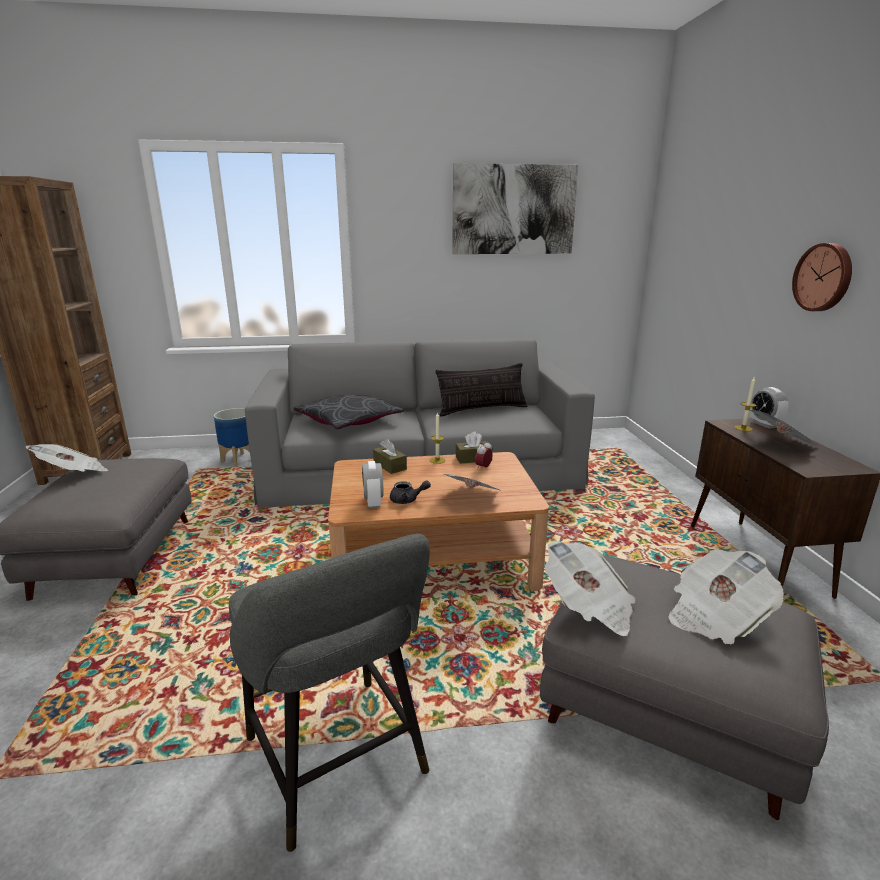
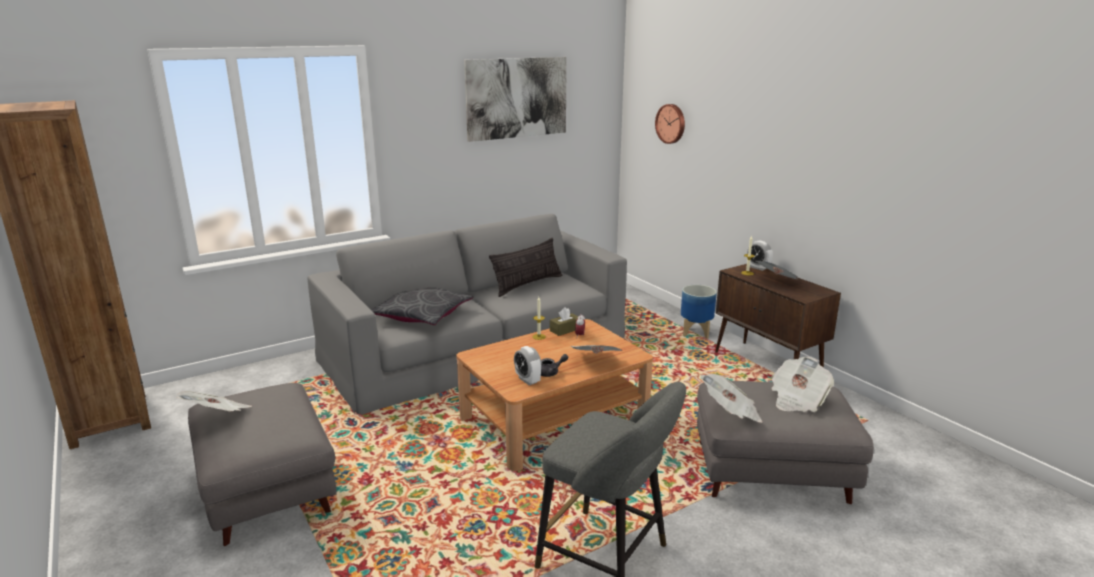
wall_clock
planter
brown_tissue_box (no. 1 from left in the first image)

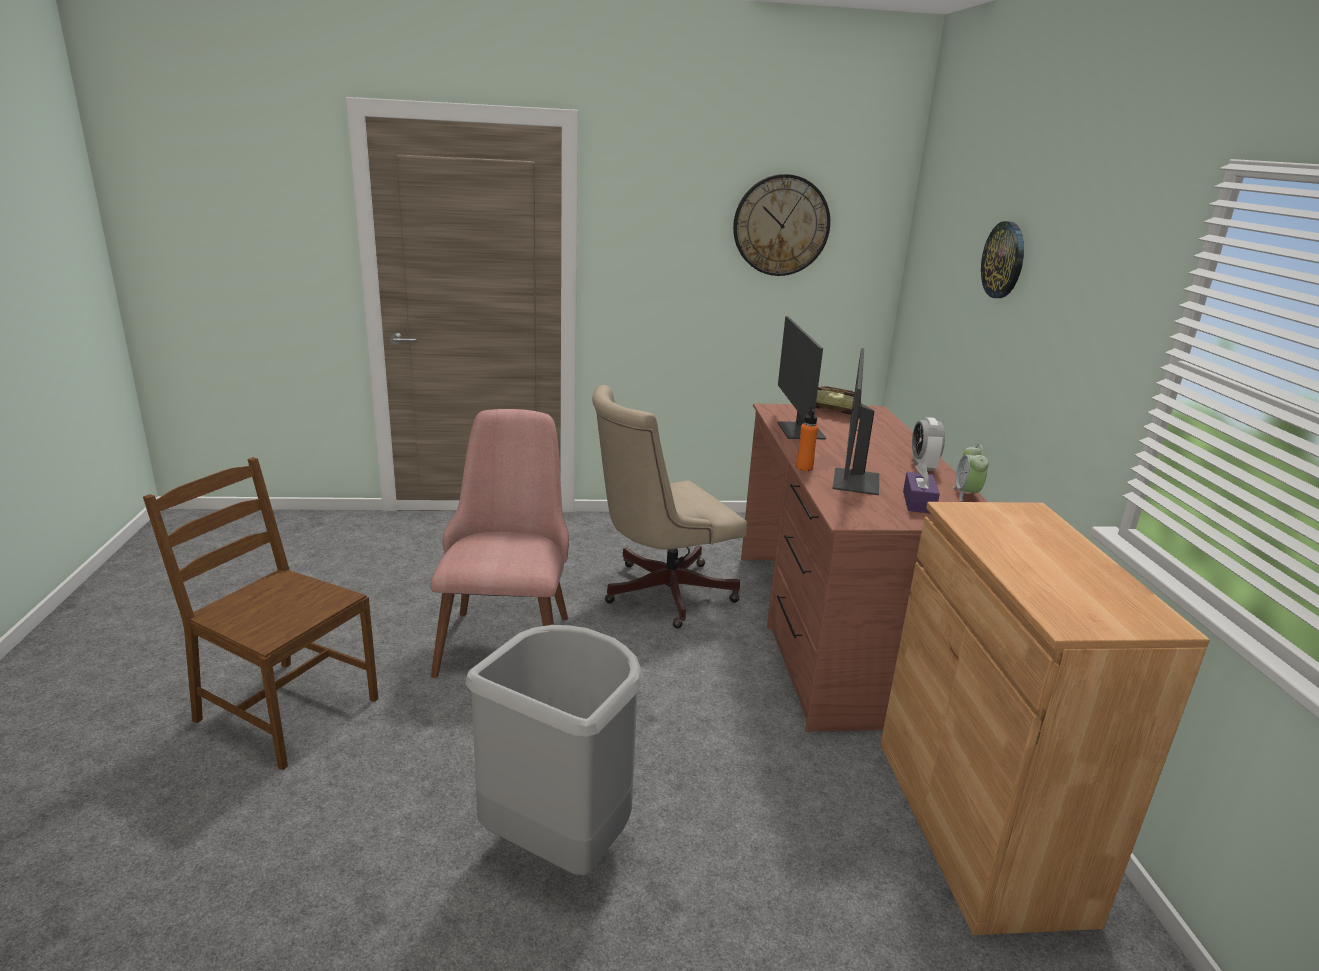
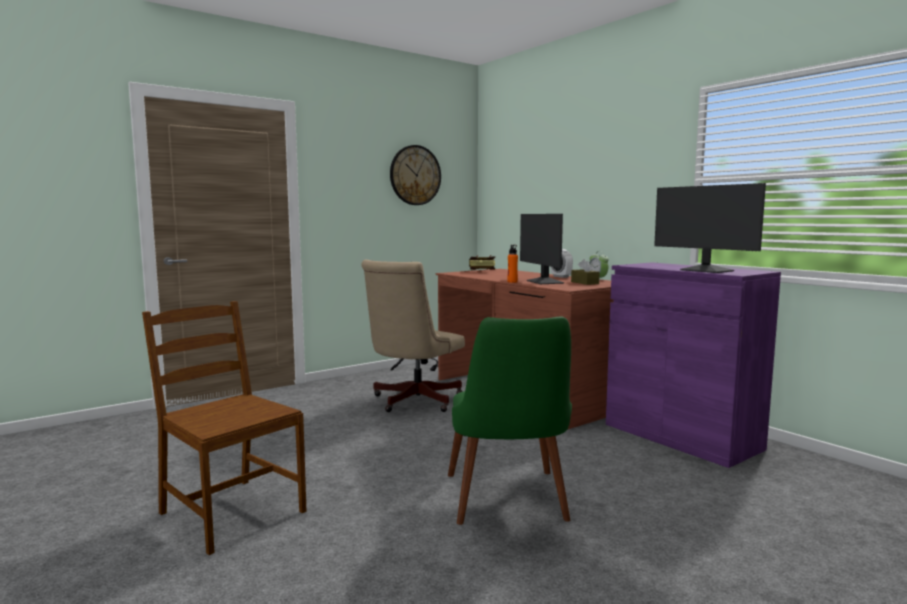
wall_clock (no. 2 from left in the first image)
monitor (no. 2 from left)
pinkish_chair
brown_chair
brown_tissue_box
purple_cabinet
greenish_chair

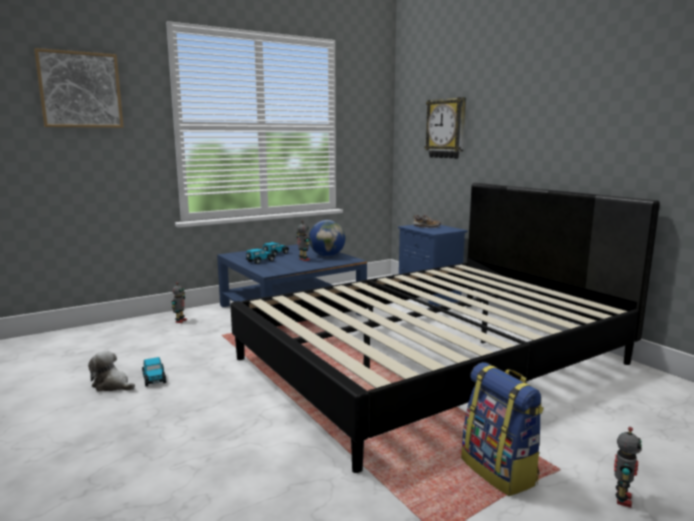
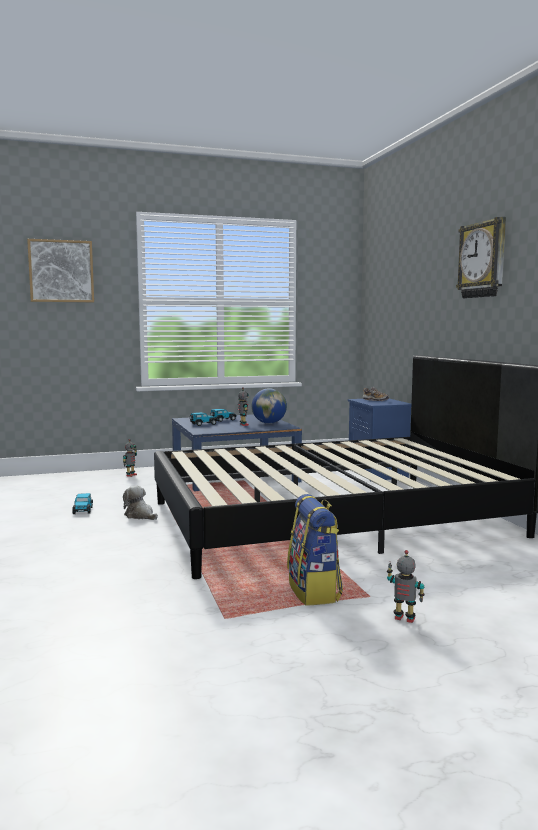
wall_clock
cuddly_toy
model_robot (no. 3 from left)

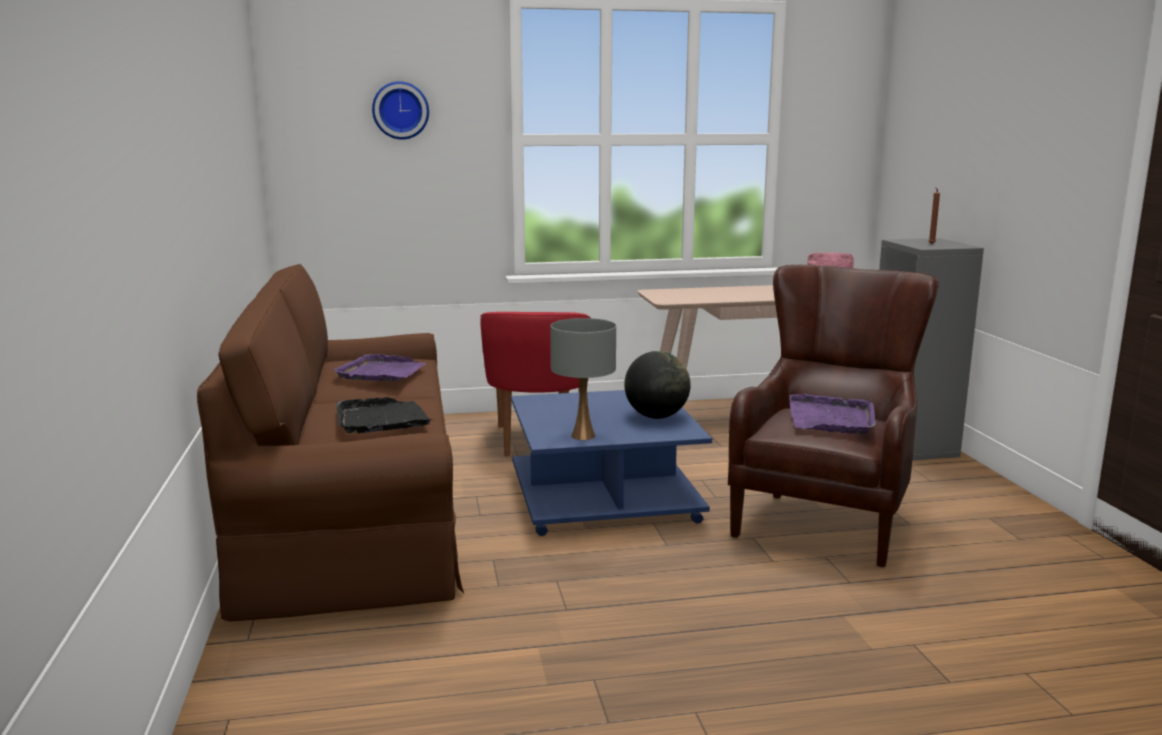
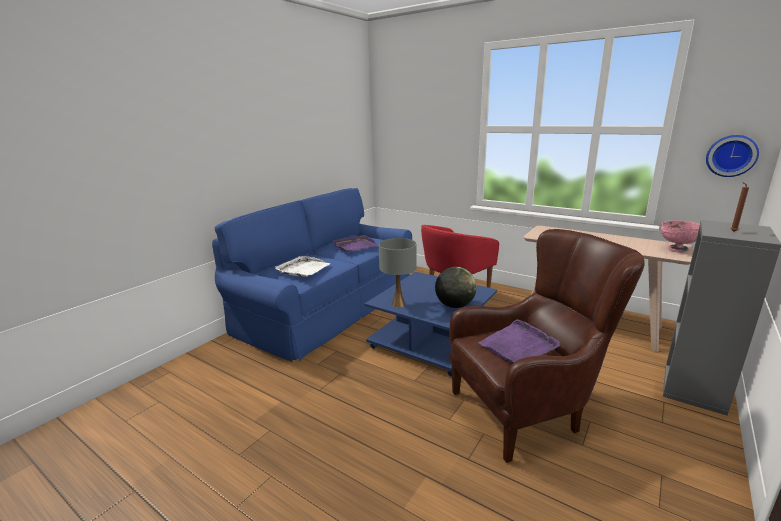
wall_clock
blue_settee
white_tray

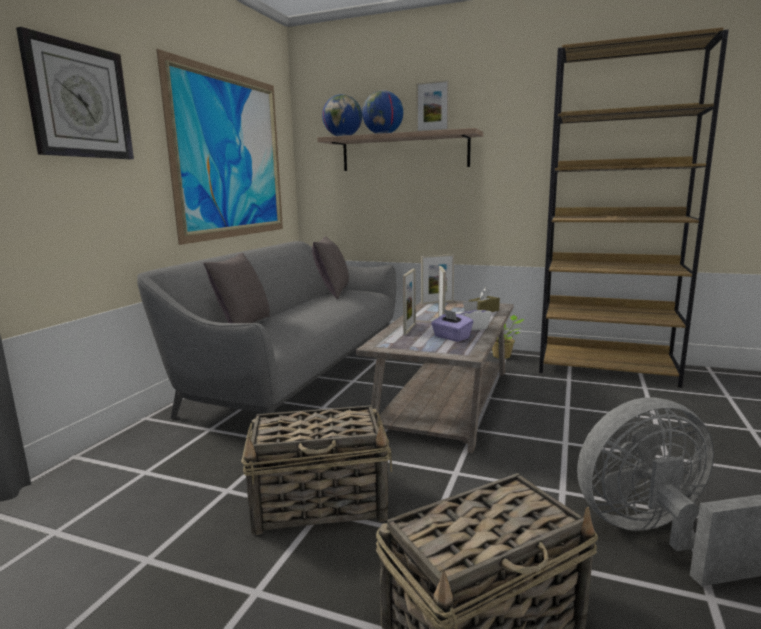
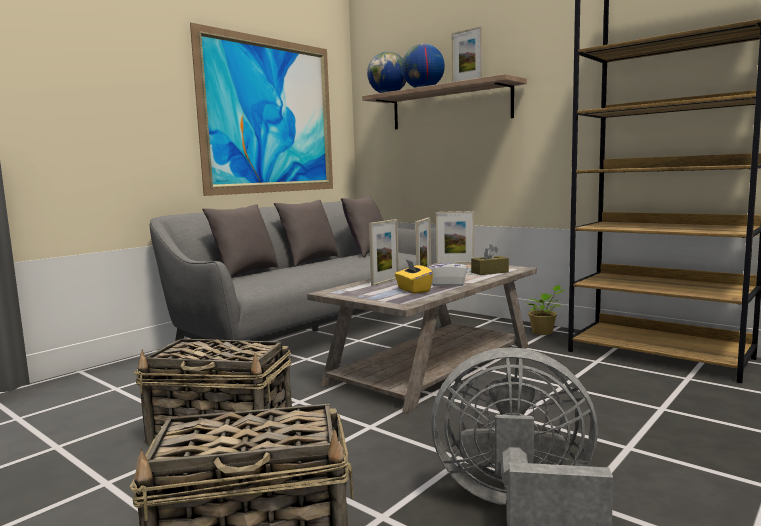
wall_clock
yellow_tissue_box
gray_cushion (no. 2 from left)

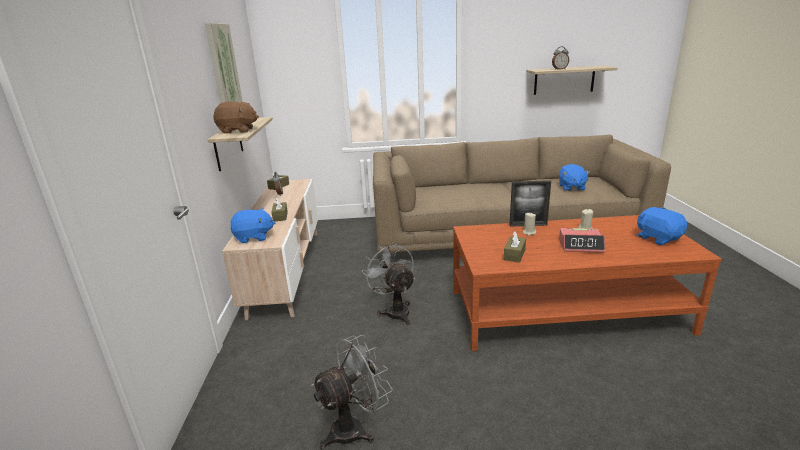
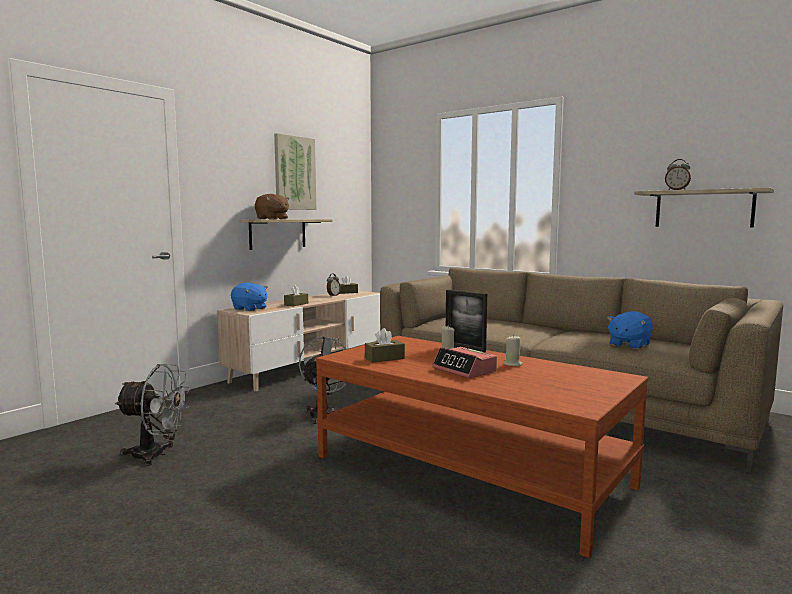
blue_cuddly_toy (no. 3 from left in the first image)

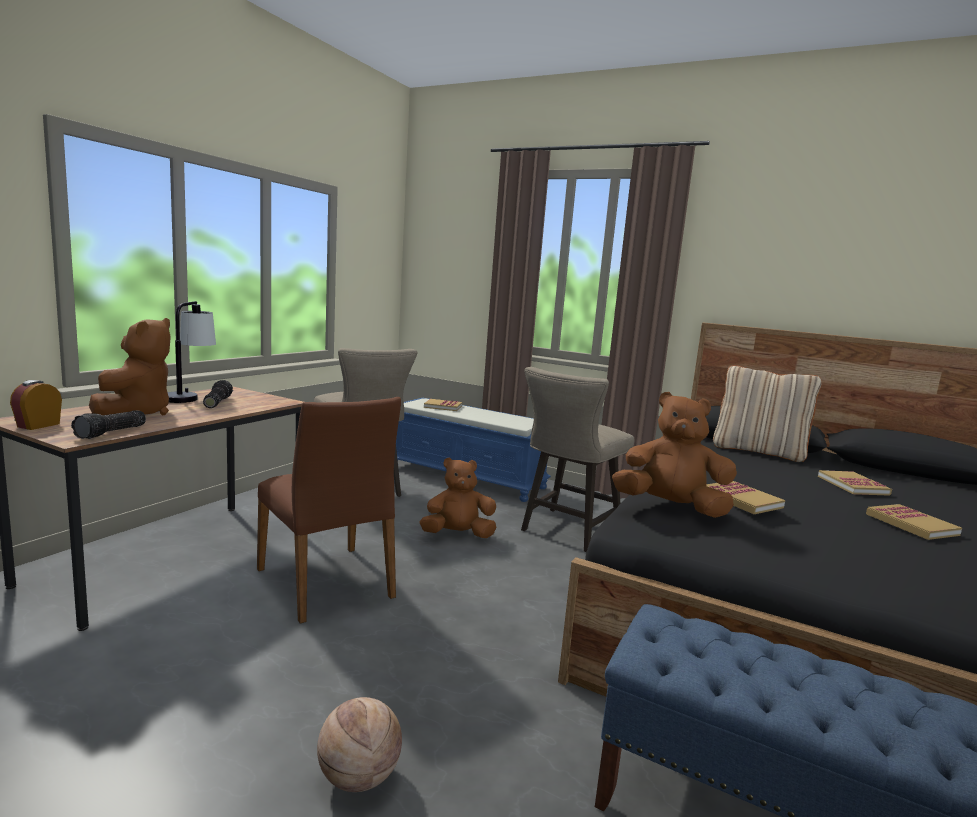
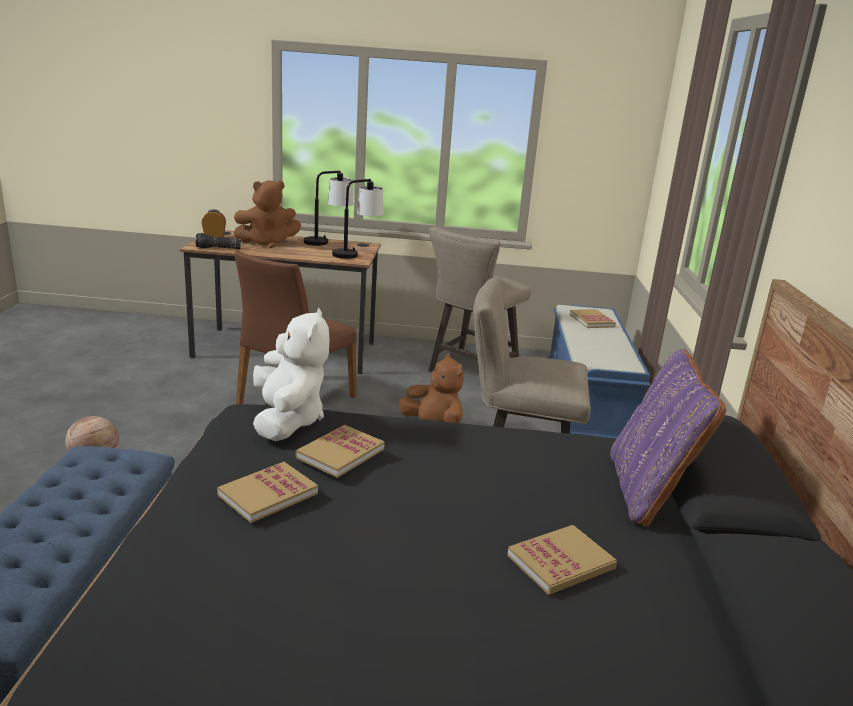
purple_cushion
torch (no. 2 from left in the first image)
white_cuddly_toy
bound_book (no. 1 from left)
lamp_for_a_table (no. 2 from left)

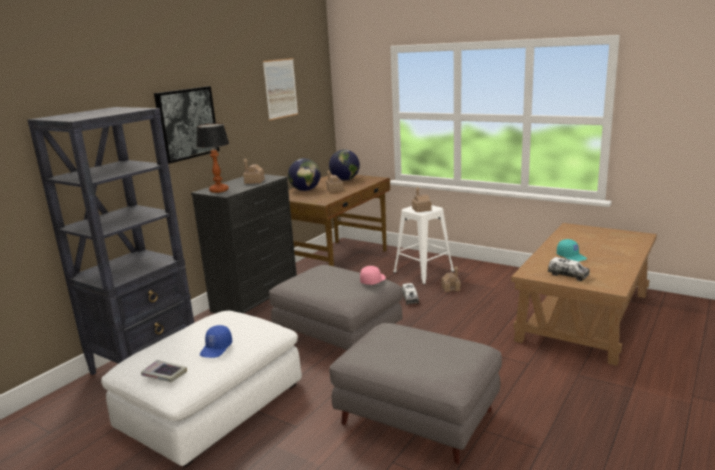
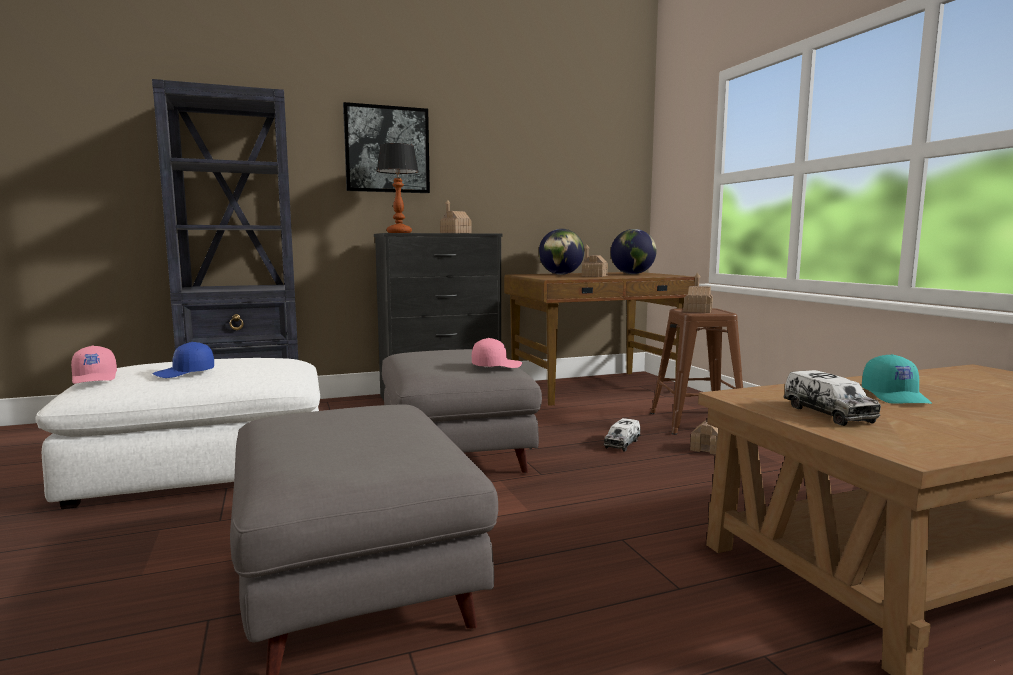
wall_art (no. 2 from left in the first image)
brown_stool_seat
pinkish_peaked_cap (no. 1 from left)

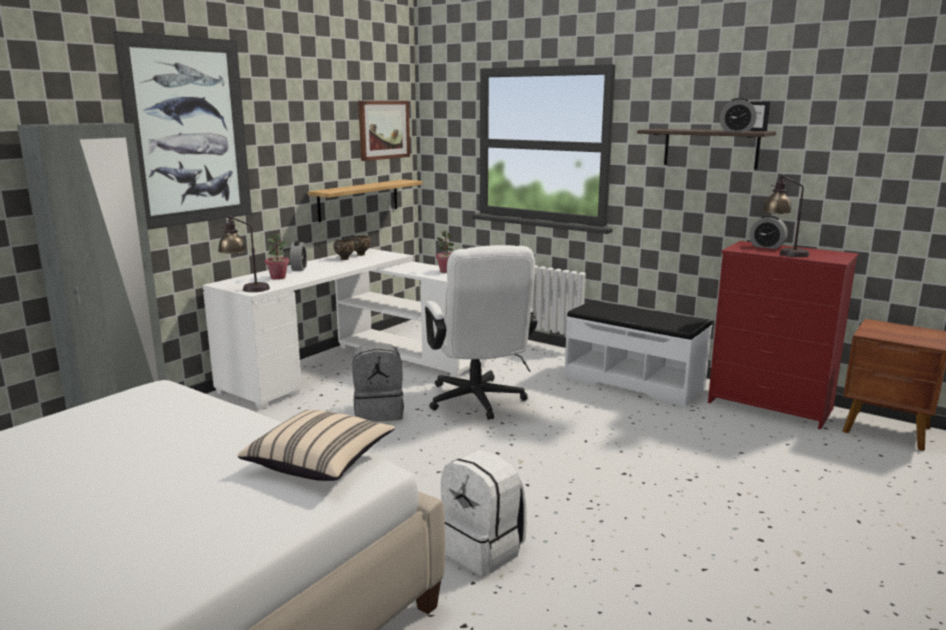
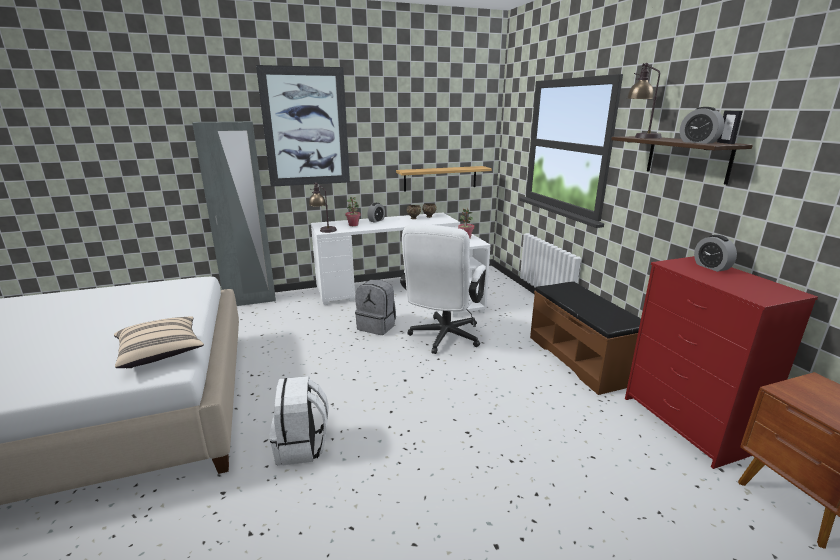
wall_art (no. 2 from left in the first image)
lamp_for_a_table (no. 2 from left)
brown_indoor_bench

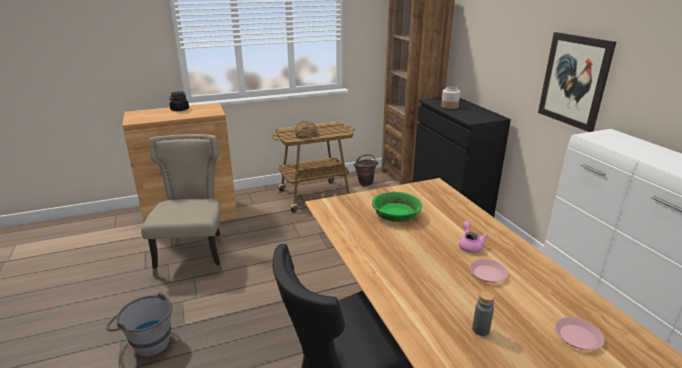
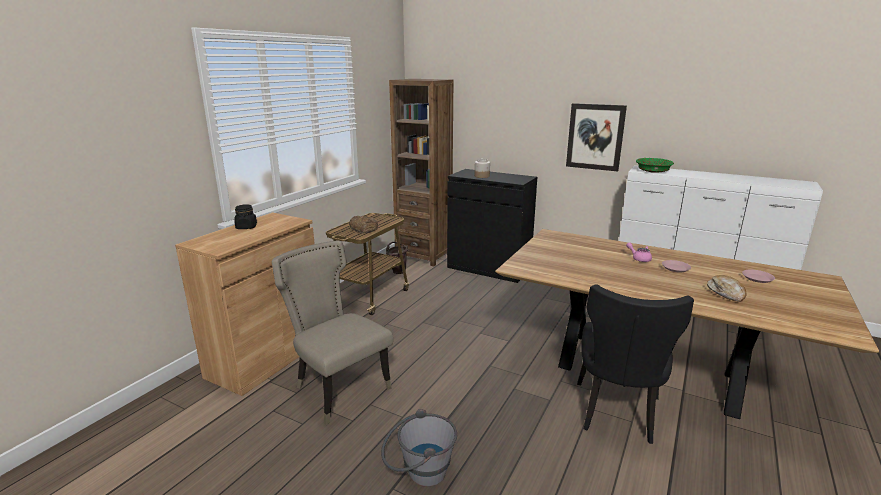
greenish_deep_dish
bakery_bread (no. 2 from left)

